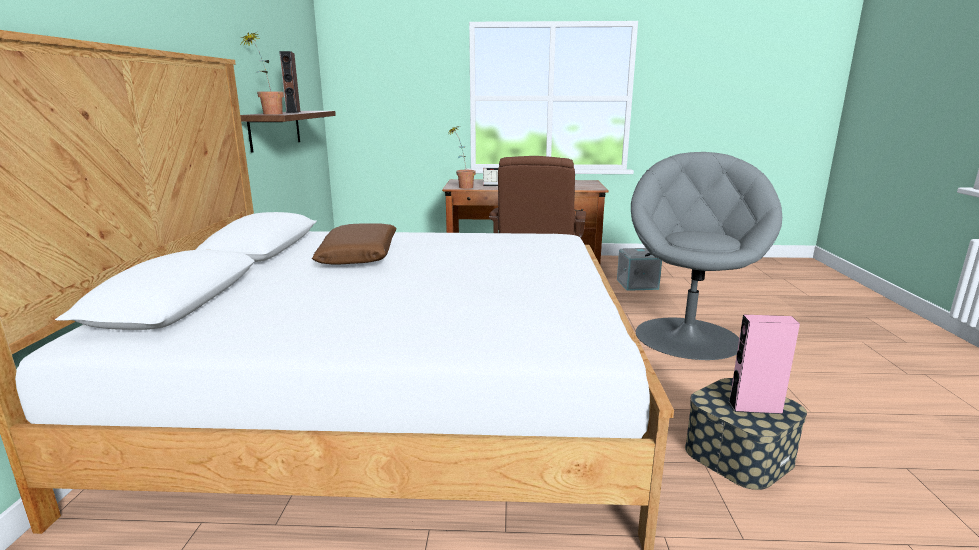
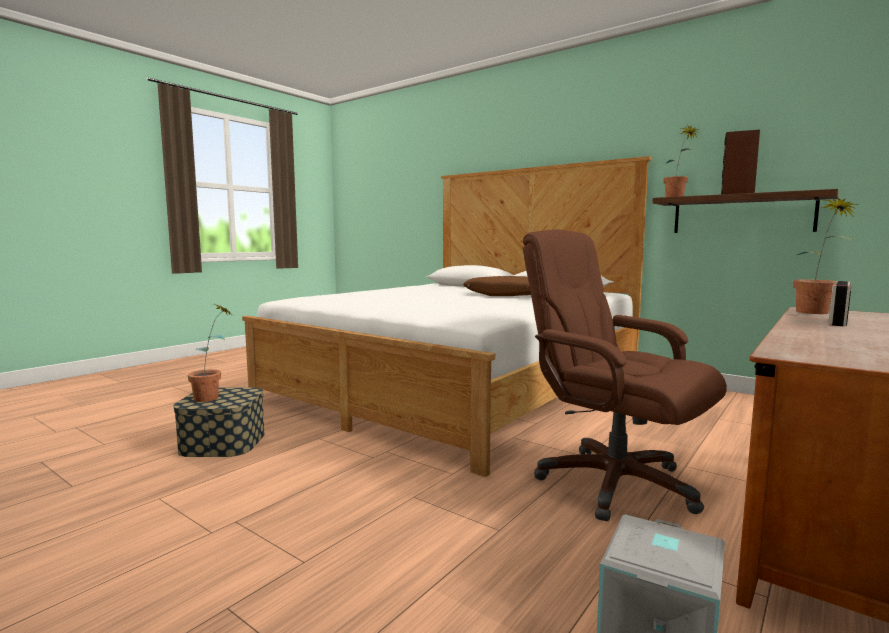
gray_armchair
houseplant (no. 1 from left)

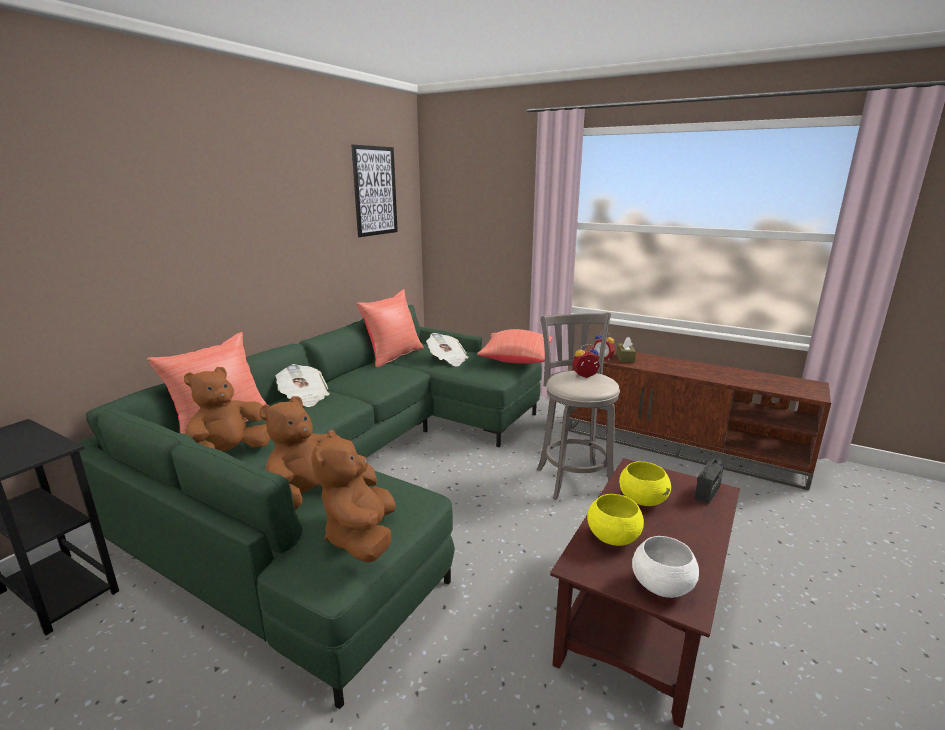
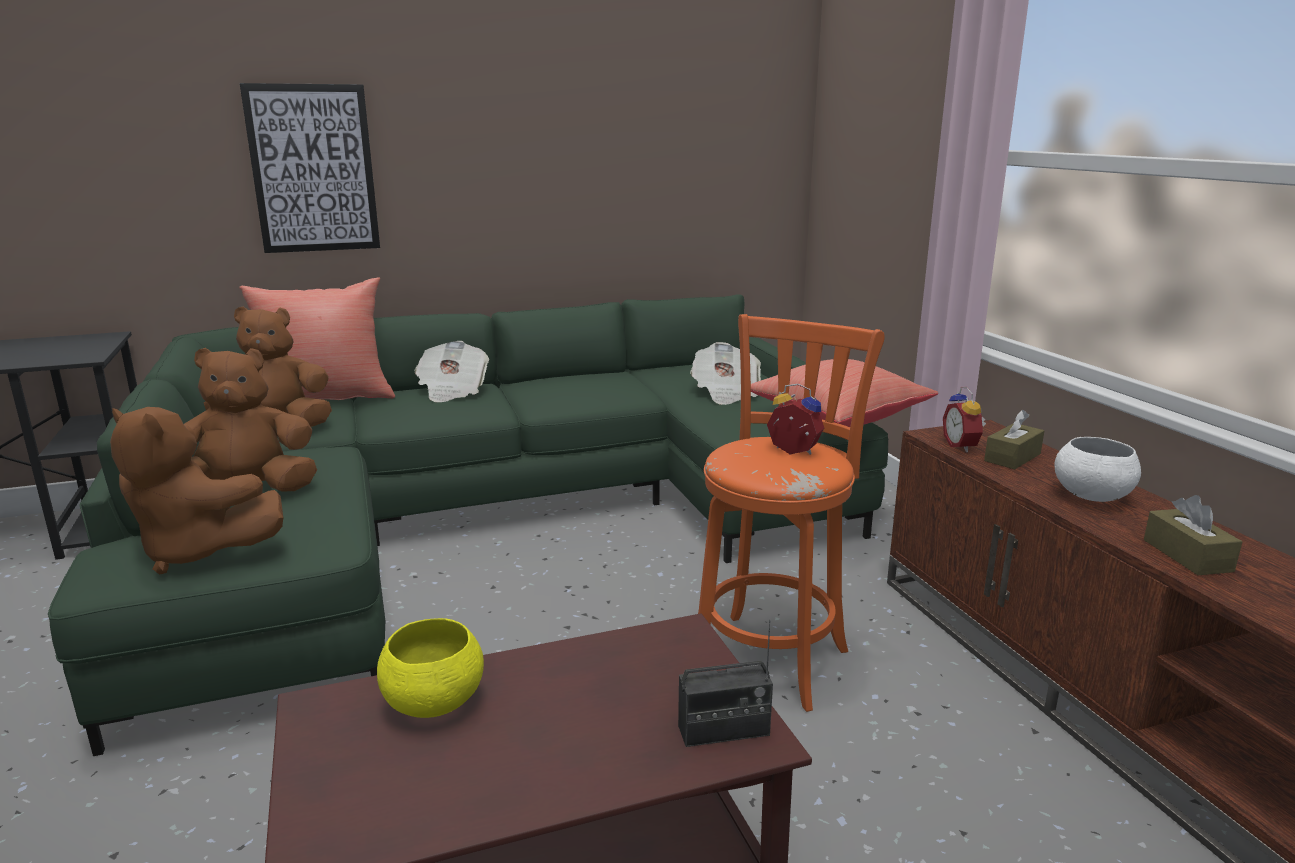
wall_art
red_cushion (no. 2 from left in the first image)
orange_stool_seat
brown_cuddly_toy (no. 1 from left)
yellow_deep_dish (no. 2 from left in the first image)
white_deep_dish
brown_tissue_box (no. 2 from left)

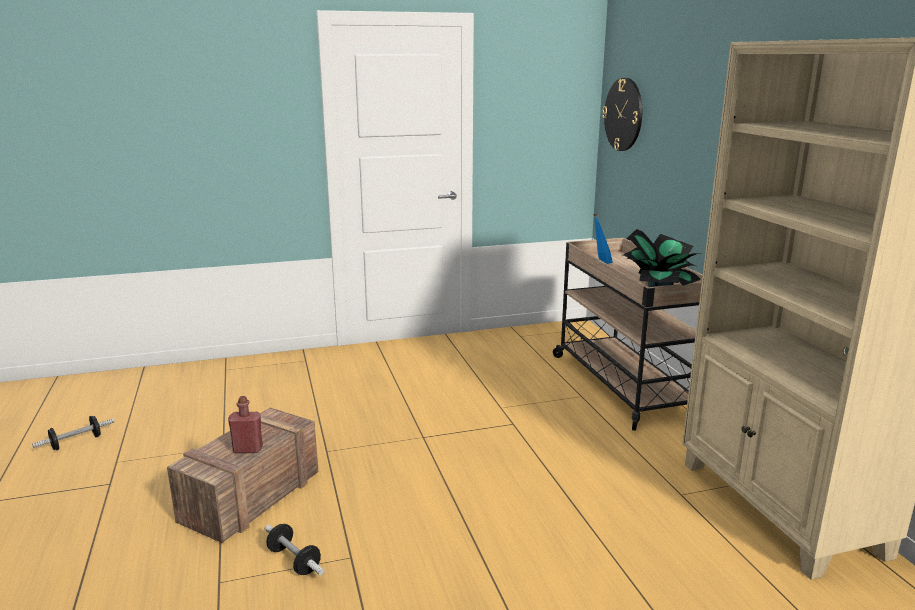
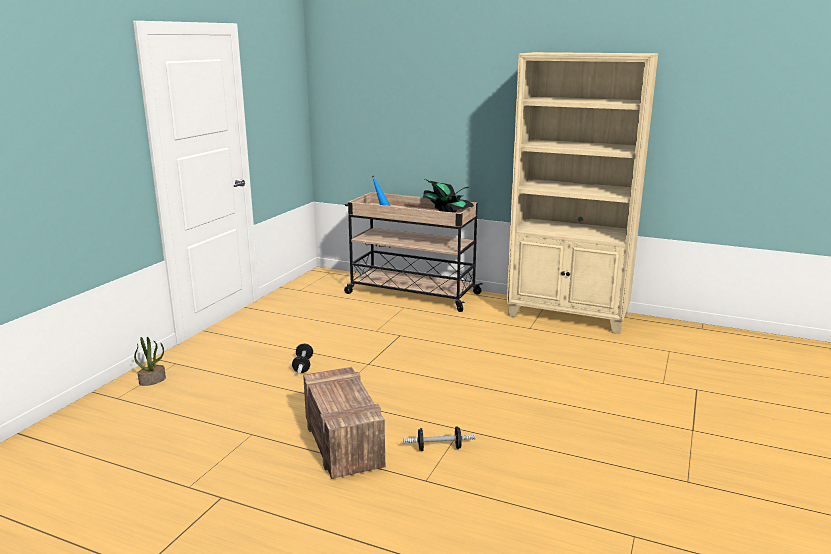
wall_clock
red_bottle
free_weight (no. 1 from left)
houseplant (no. 1 from left)

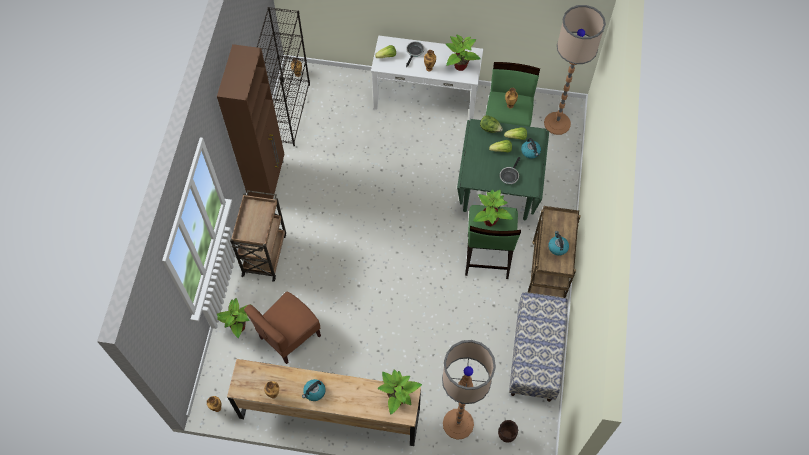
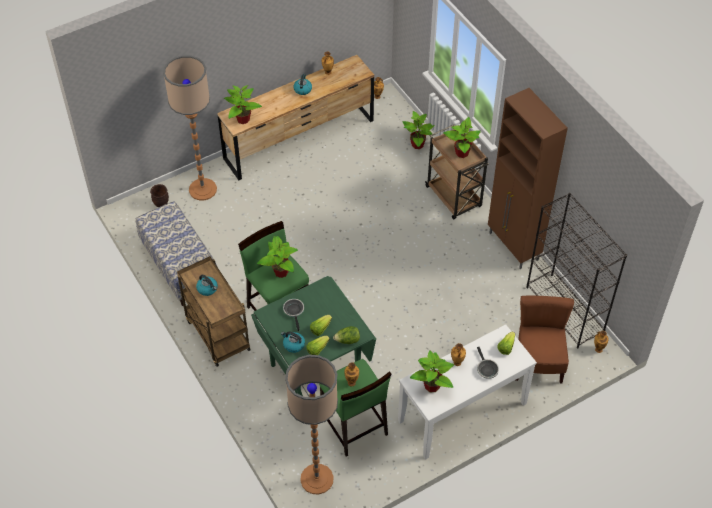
brown_chair
houseplant (no. 5 from left)

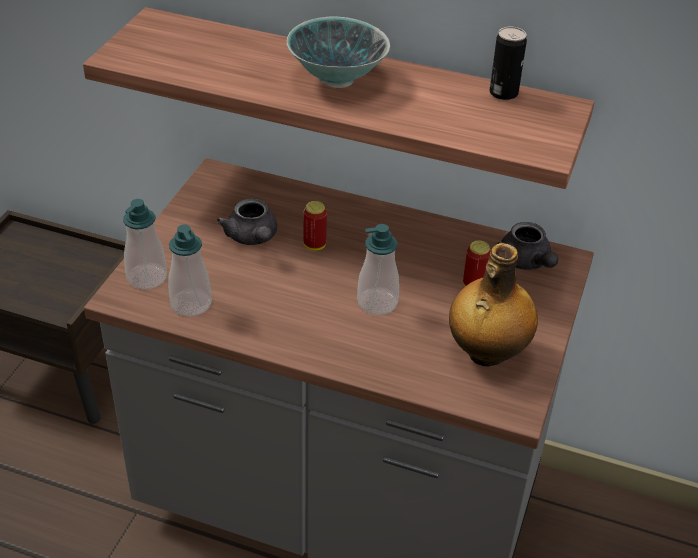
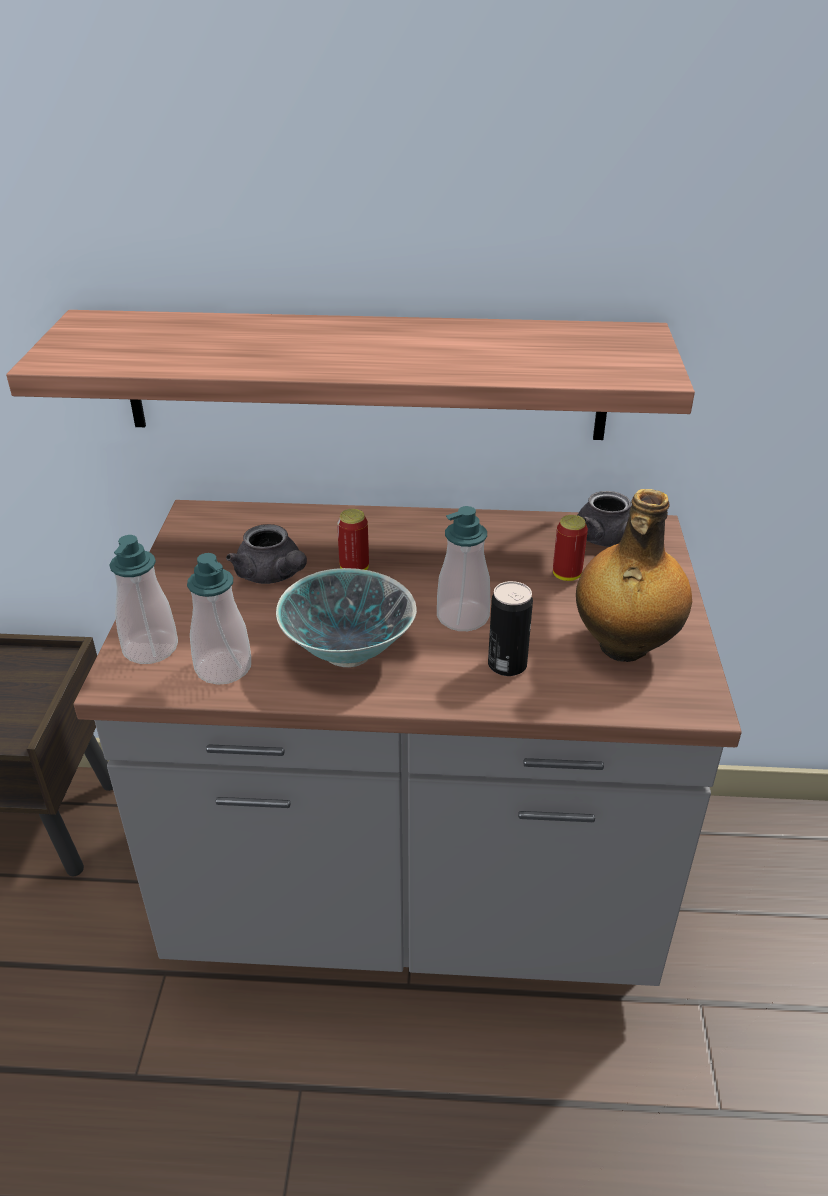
deep_dish
can (no. 2 from left)

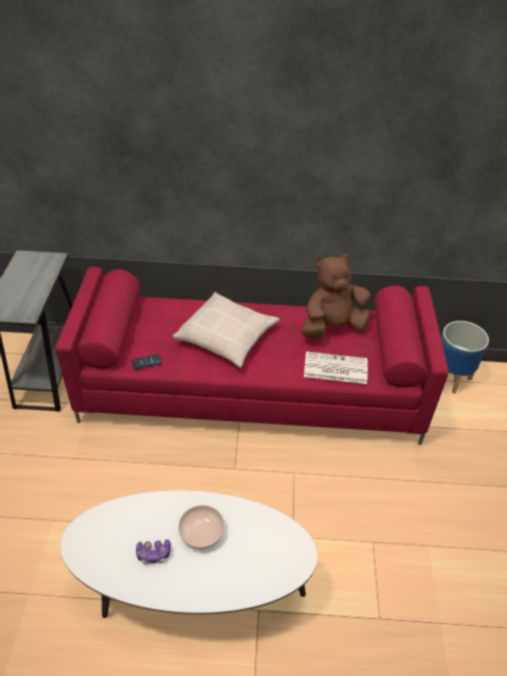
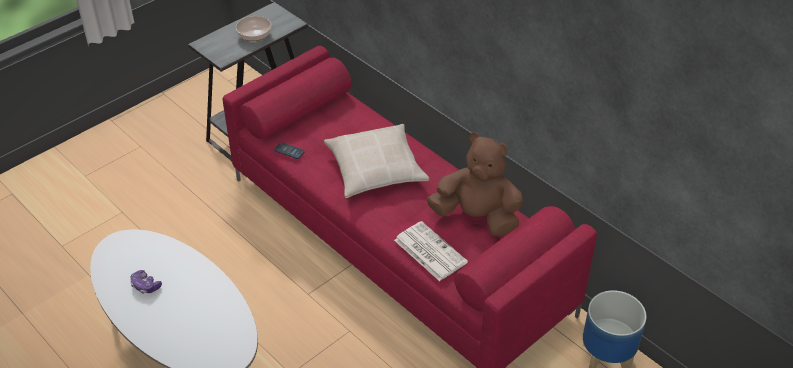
deep_dish

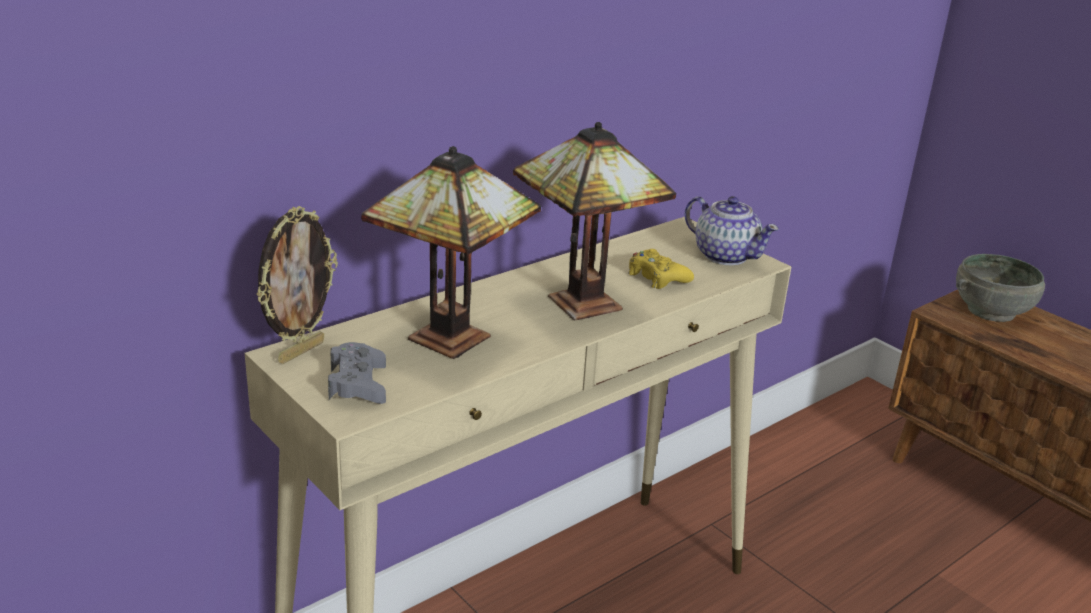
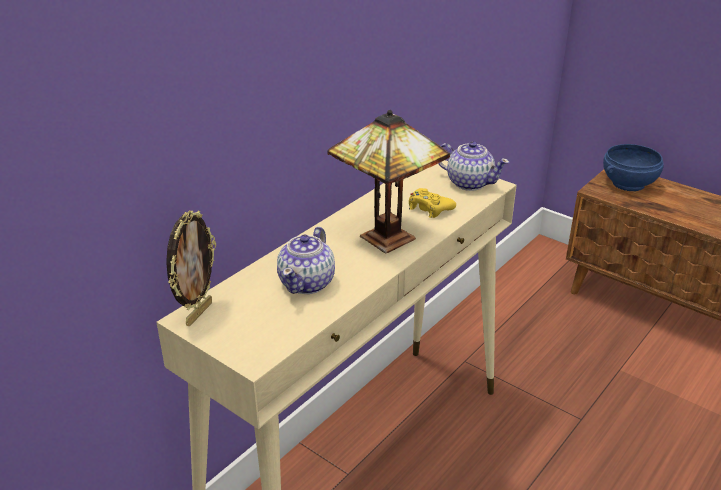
teapot (no. 1 from left)
blue_deep_dish
gray_gamepad

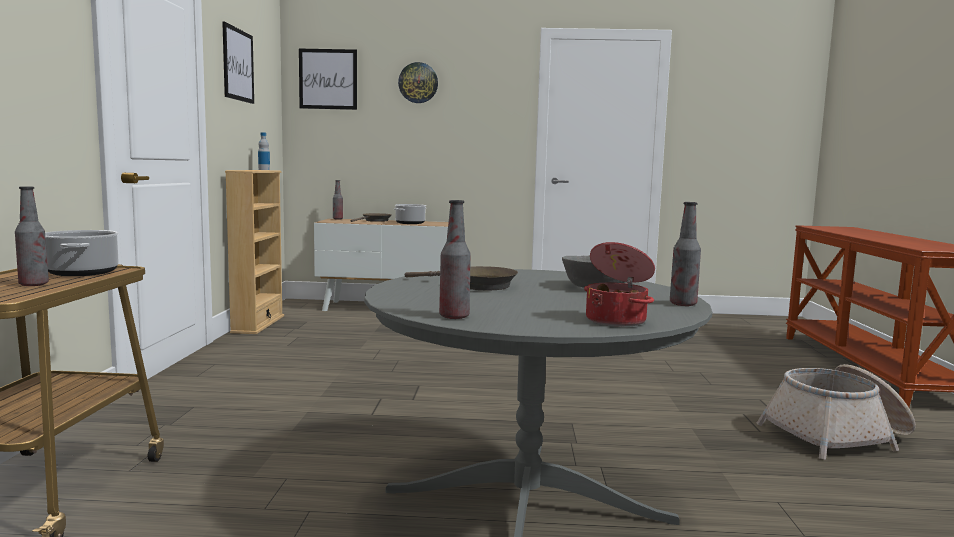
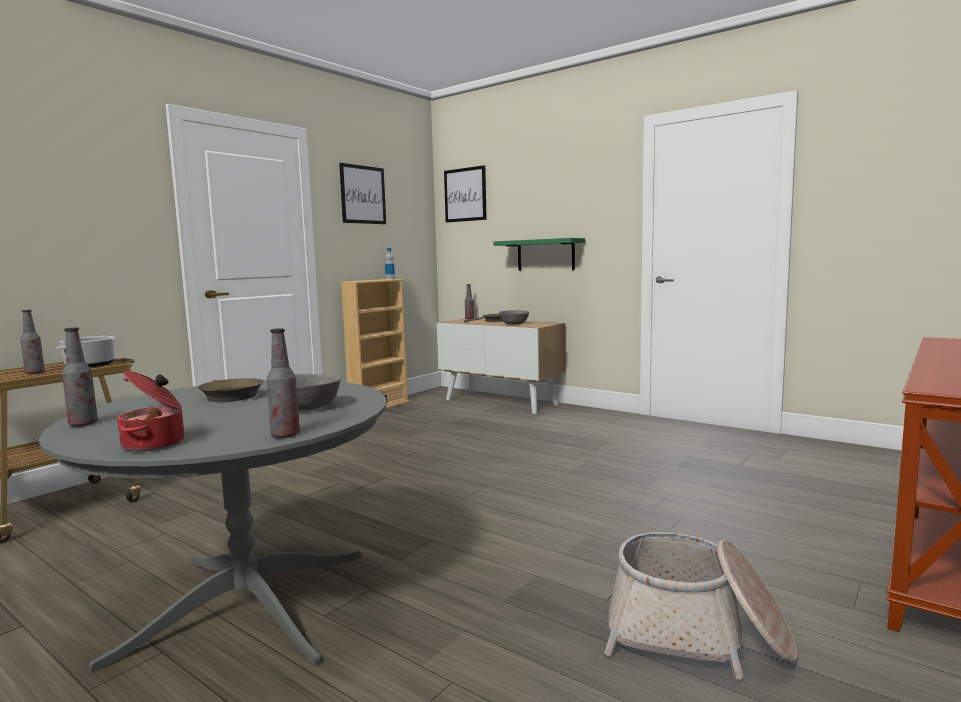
wall_clock
gray_deep_dish (no. 2 from left)
greenish_wall_shelf

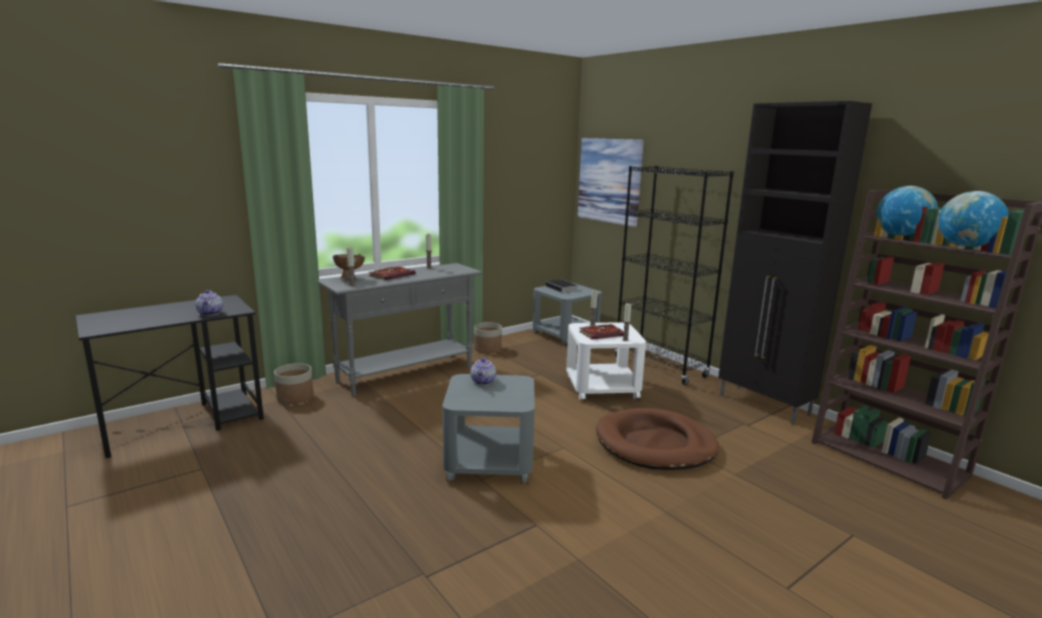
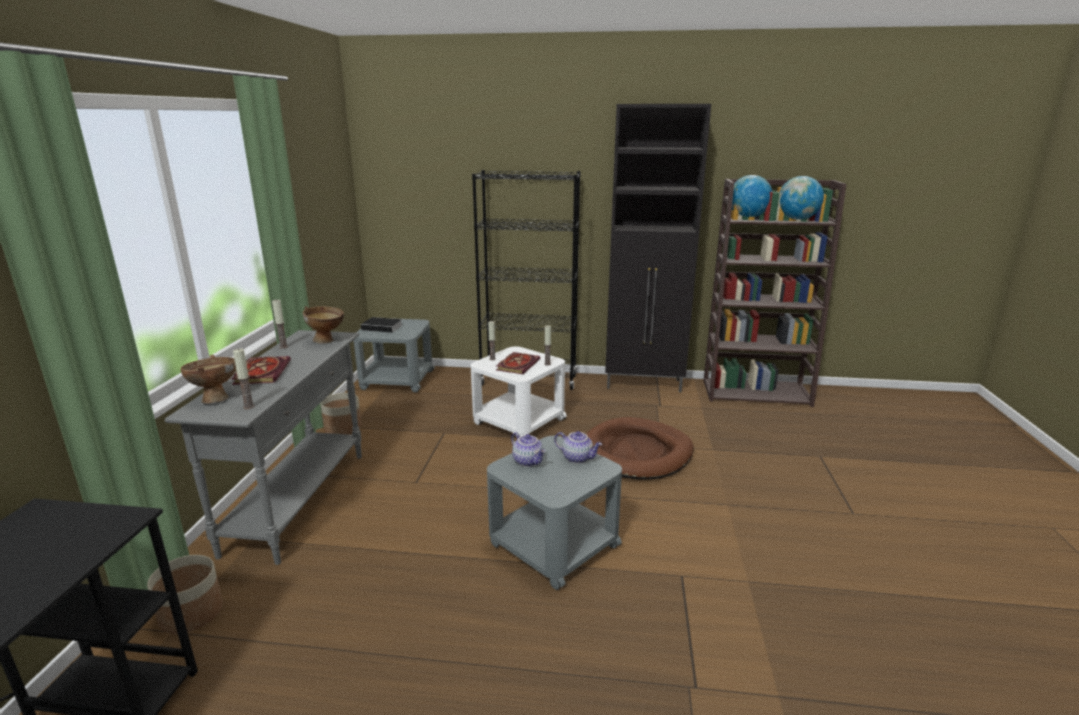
wall_art
teapot (no. 2 from left)
brown_deep_dish (no. 2 from left)

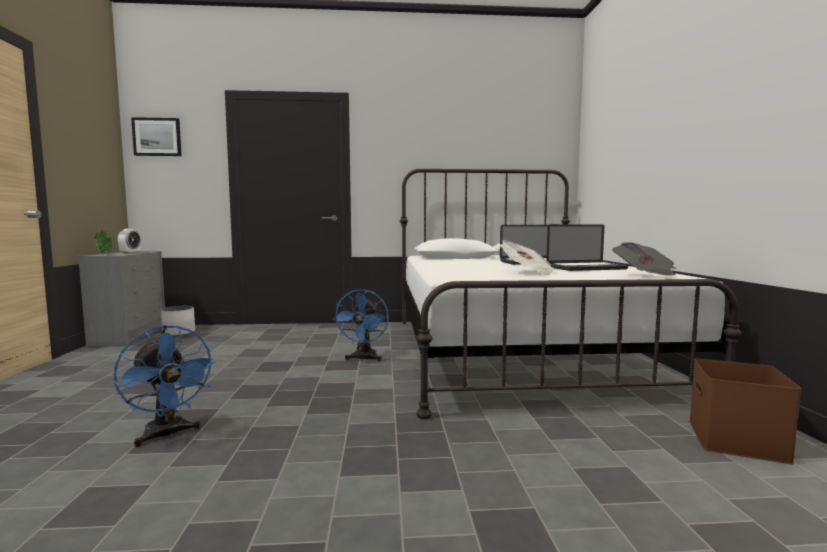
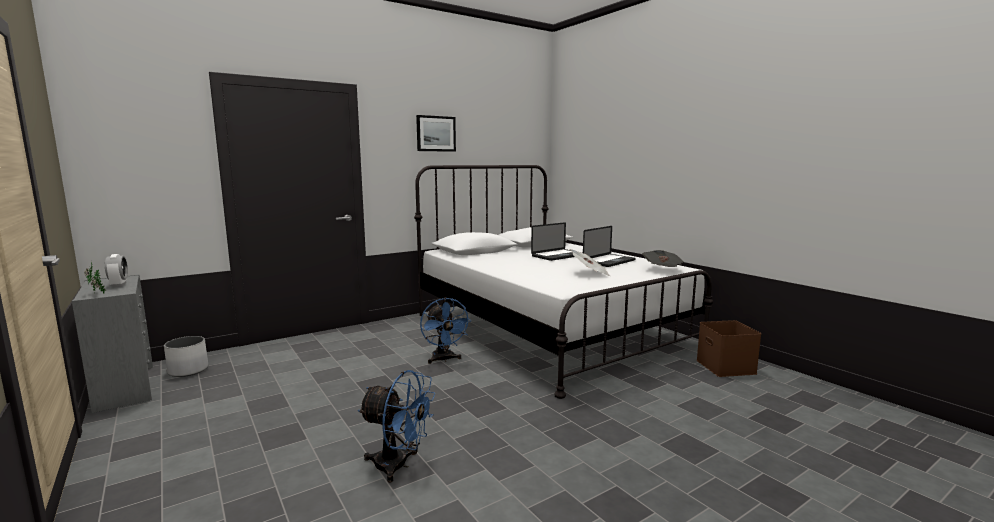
wall_art

